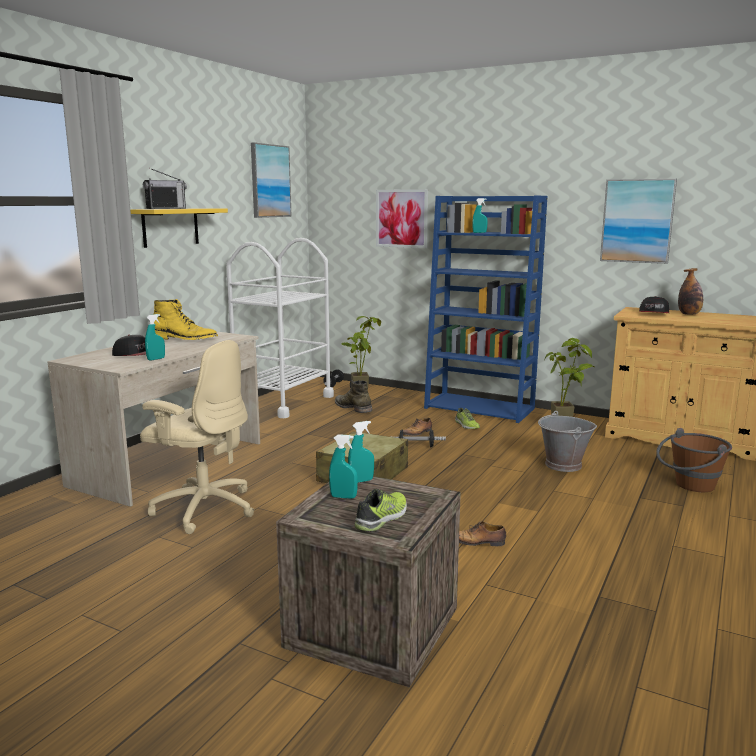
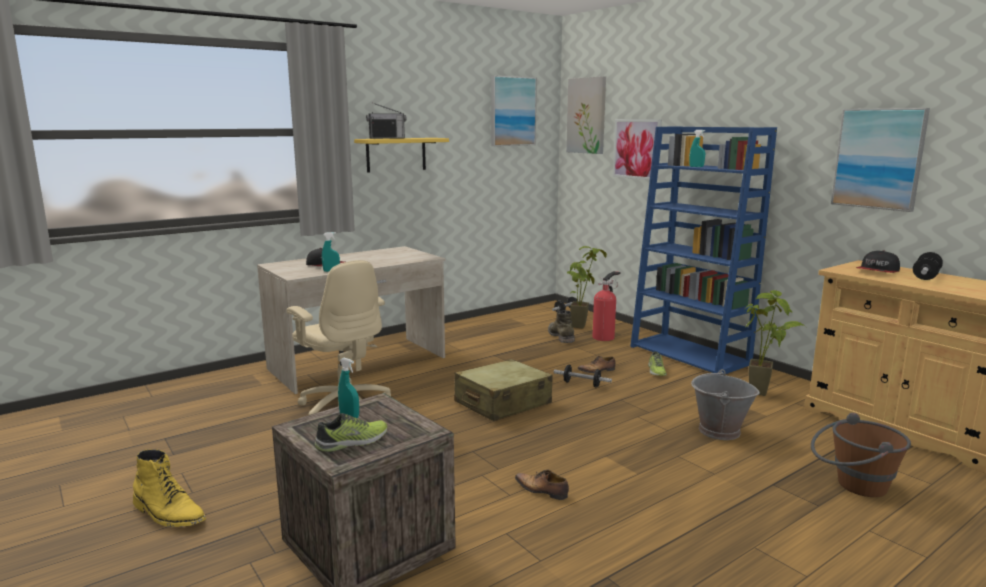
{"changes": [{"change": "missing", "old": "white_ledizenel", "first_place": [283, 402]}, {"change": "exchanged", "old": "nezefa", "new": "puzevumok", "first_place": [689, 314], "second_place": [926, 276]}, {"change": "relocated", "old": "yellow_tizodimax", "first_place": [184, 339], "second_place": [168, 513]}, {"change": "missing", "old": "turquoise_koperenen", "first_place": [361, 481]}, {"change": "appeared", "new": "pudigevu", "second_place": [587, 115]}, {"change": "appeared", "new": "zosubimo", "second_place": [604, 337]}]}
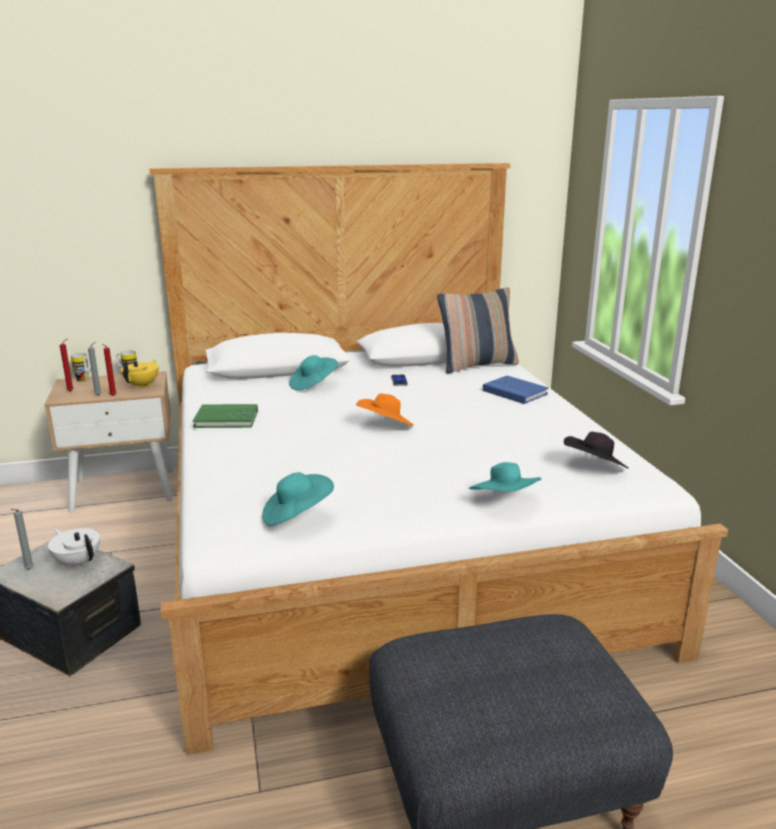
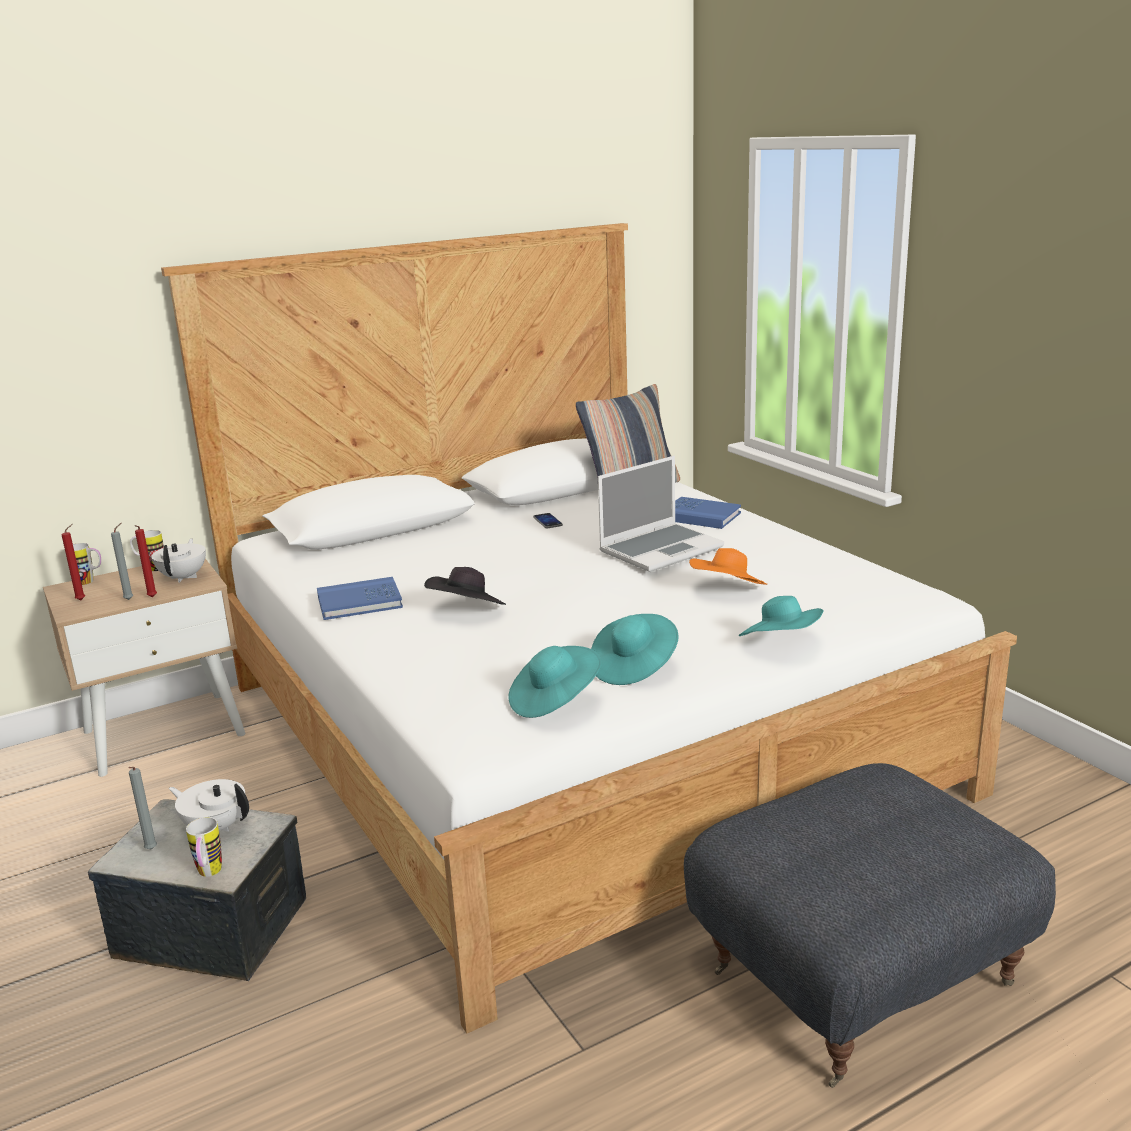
{"changes": [{"change": "relocated", "old": "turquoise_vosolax", "first_place": [313, 385], "second_place": [633, 668]}, {"change": "colour", "old": "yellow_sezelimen", "new": "white_sezelimen", "first_place": [142, 385], "second_place": [184, 577]}, {"change": "relocated", "old": "orange_vosolax", "first_place": [386, 426], "second_place": [728, 591]}, {"change": "colour", "old": "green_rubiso", "new": "blue_rubiso", "first_place": [226, 419], "second_place": [359, 602]}, {"change": "relocated", "old": "black_vosolax", "first_place": [594, 468], "second_place": [467, 611]}, {"change": "appeared", "new": "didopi", "second_place": [661, 549]}, {"change": "appeared", "new": "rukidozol", "second_place": [209, 875]}]}
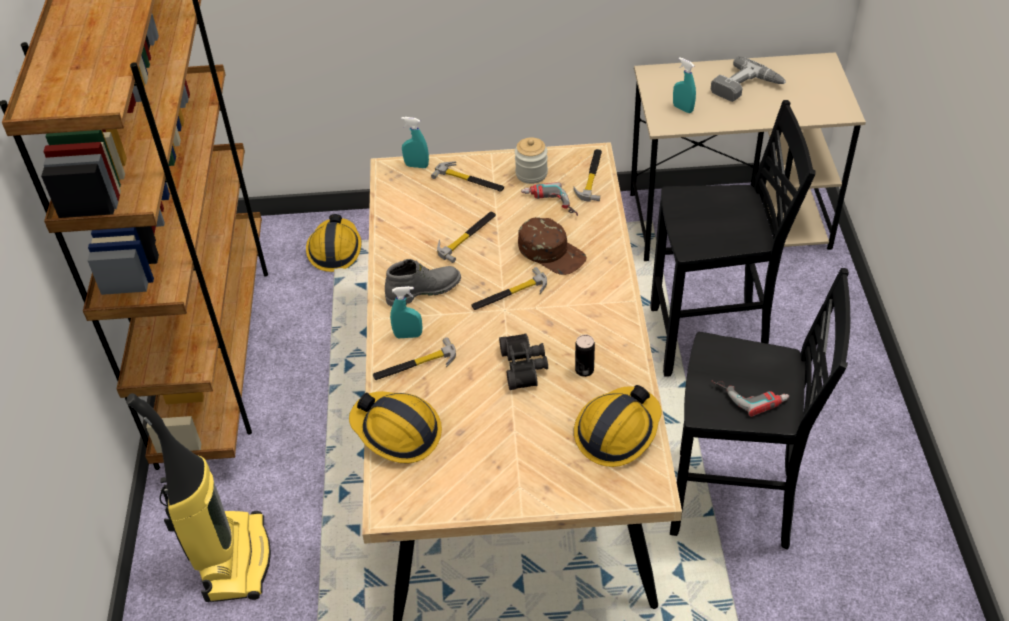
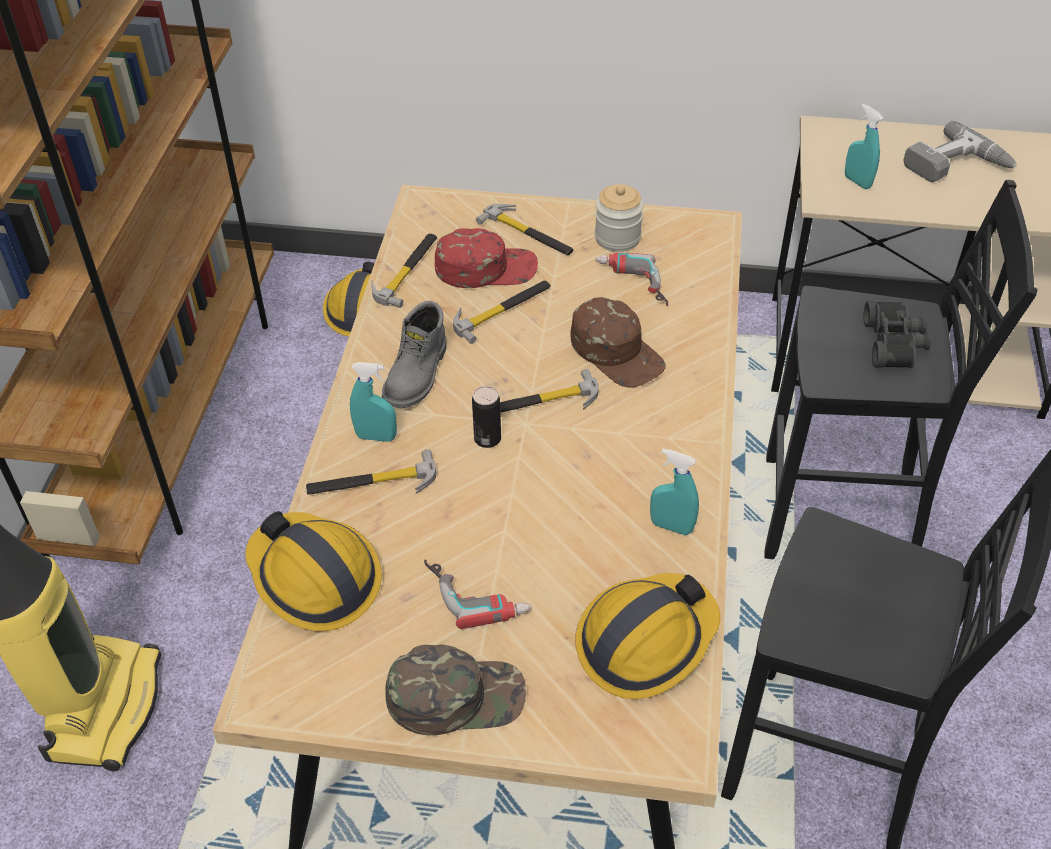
{"changes": [{"change": "relocated", "old": "turquoise_koperenen", "first_place": [416, 166], "second_place": [671, 526]}, {"change": "relocated", "old": "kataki", "first_place": [591, 176], "second_place": [407, 271]}, {"change": "spun", "old": "grey_tizodimax", "first_place": [423, 290], "second_place": [418, 375], "degrees": 120}, {"change": "relocated", "old": "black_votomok", "first_place": [525, 366], "second_place": [895, 343]}, {"change": "relocated", "old": "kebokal", "first_place": [584, 370], "second_place": [487, 439]}, {"change": "relocated", "old": "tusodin", "first_place": [750, 393], "second_place": [477, 591]}, {"change": "appeared", "new": "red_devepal", "second_place": [486, 267]}, {"change": "appeared", "new": "green_devepal", "second_place": [456, 696]}]}
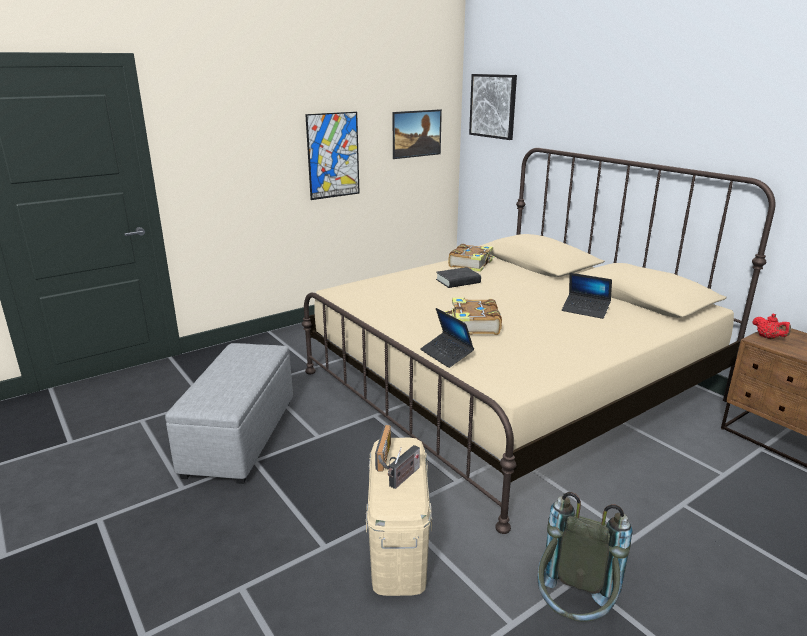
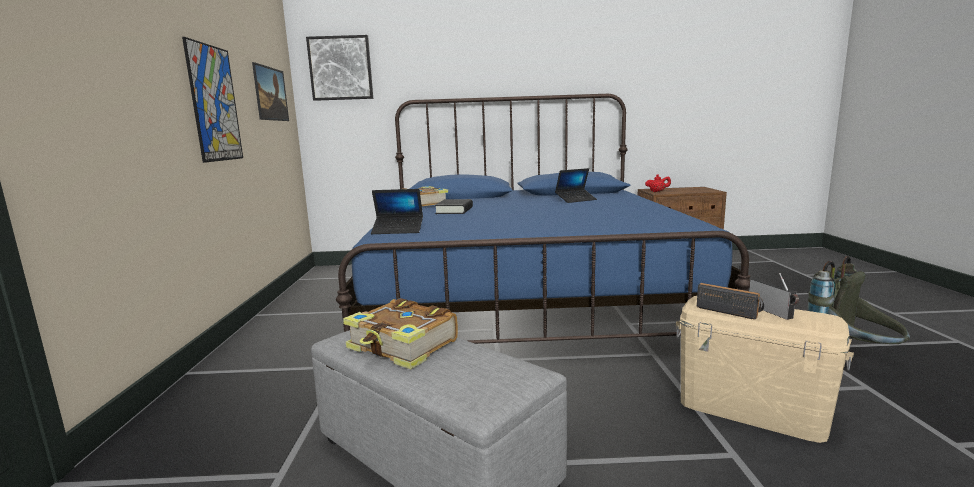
{"changes": [{"change": "colour", "old": "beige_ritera", "new": "blue_ritera", "first_place": [509, 386], "second_place": [524, 296]}, {"change": "relocated", "old": "rubiso", "first_place": [473, 326], "second_place": [403, 346]}, {"change": "relocated", "old": "didopi", "first_place": [446, 354], "second_place": [398, 230]}]}
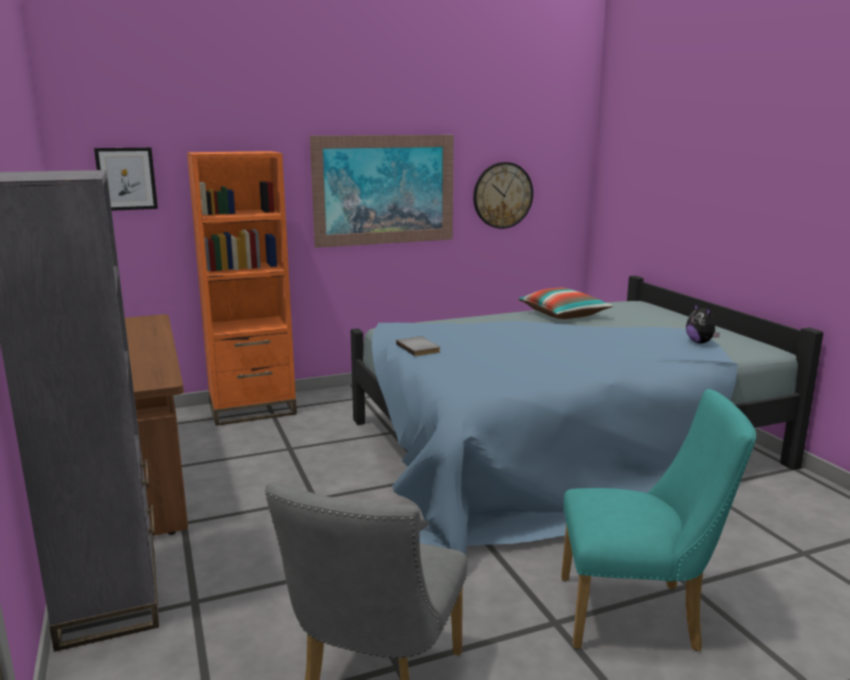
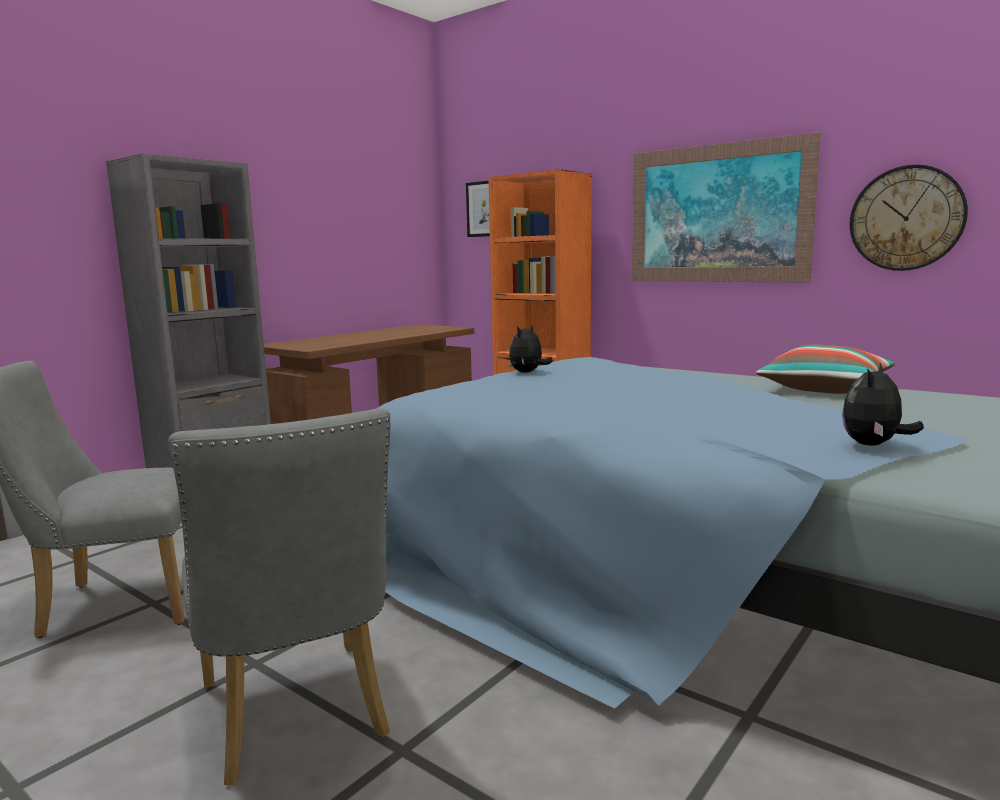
{"changes": [{"change": "exchanged", "old": "grey_rubiso", "new": "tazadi", "first_place": [419, 348], "second_place": [528, 372]}, {"change": "colour", "old": "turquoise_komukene", "new": "grey_komukene", "first_place": [639, 615], "second_place": [297, 719]}]}
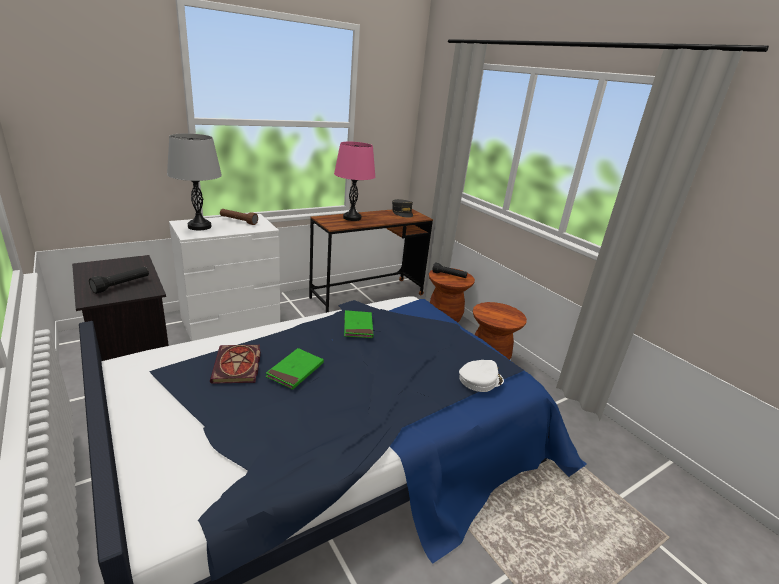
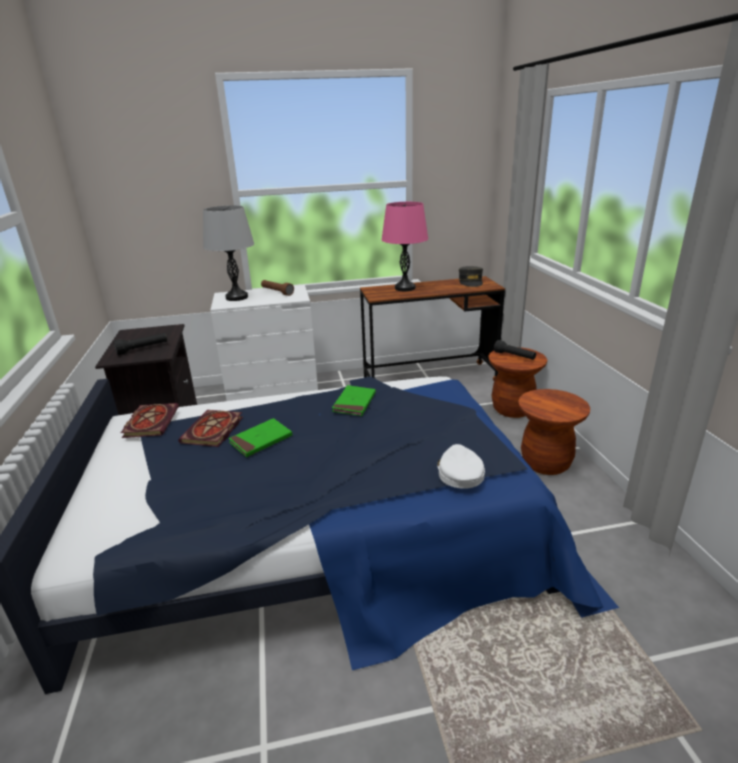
{"changes": [{"change": "spun", "old": "white_devepal", "first_place": [480, 379], "second_place": [459, 472], "degrees": -90}, {"change": "appeared", "new": "rubiso", "second_place": [151, 422]}]}
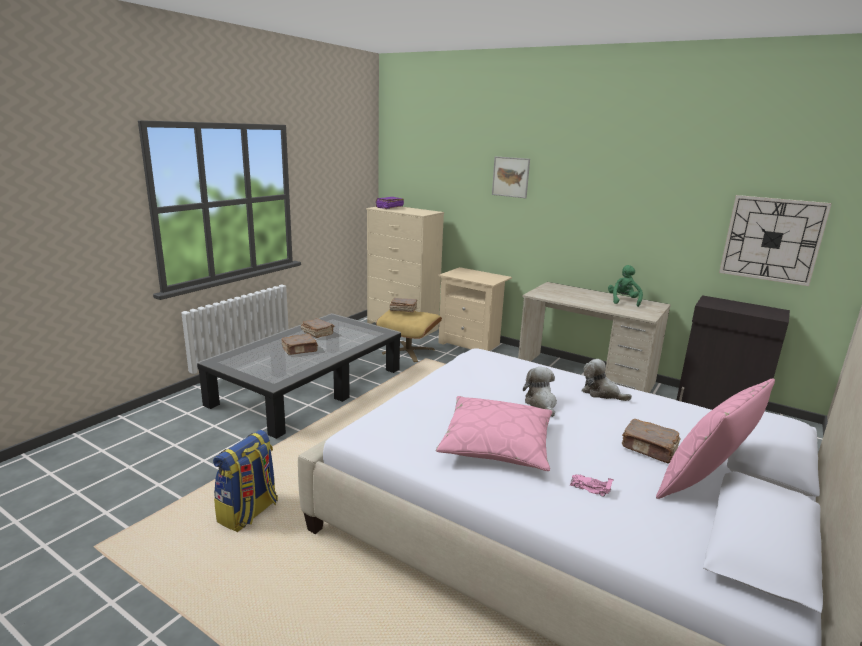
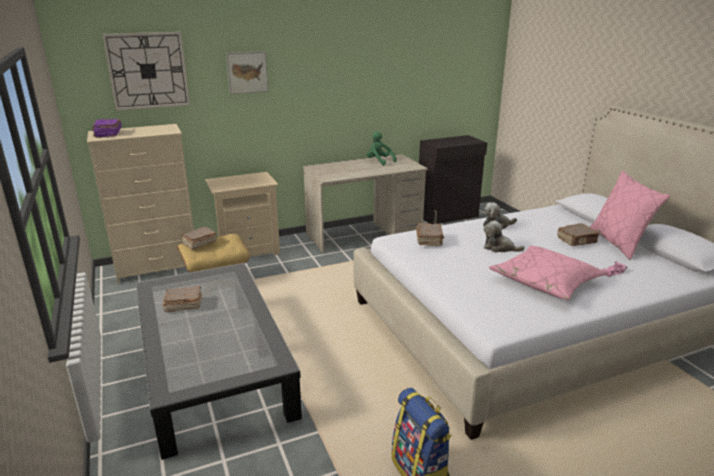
{"changes": [{"change": "relocated", "old": "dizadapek", "first_place": [772, 239], "second_place": [148, 71]}, {"change": "relocated", "old": "brown_rubiso", "first_place": [300, 350], "second_place": [429, 240]}]}
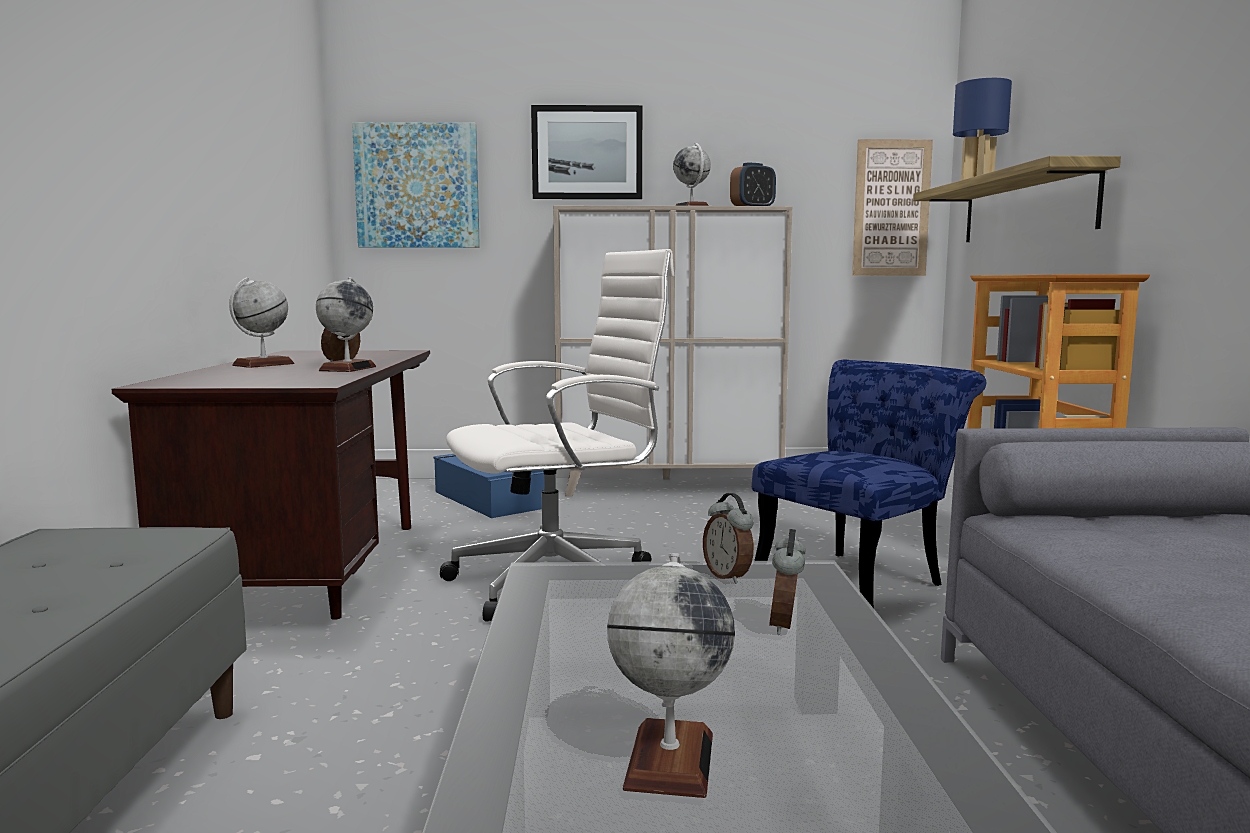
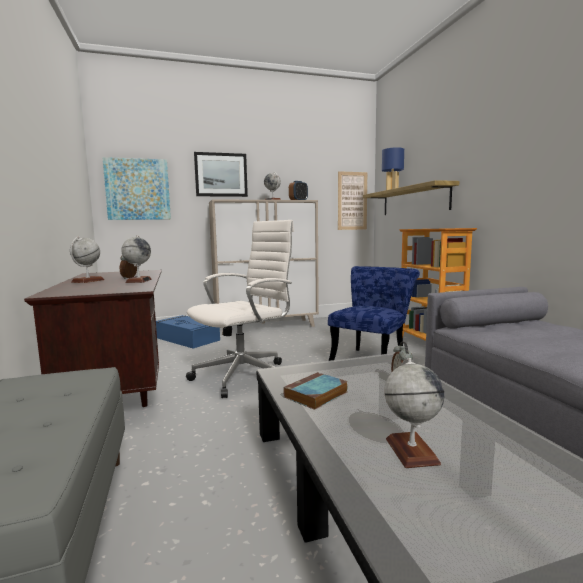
{"changes": [{"change": "missing", "old": "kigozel", "first_place": [728, 576]}, {"change": "appeared", "new": "rubiso", "second_place": [315, 395]}]}
